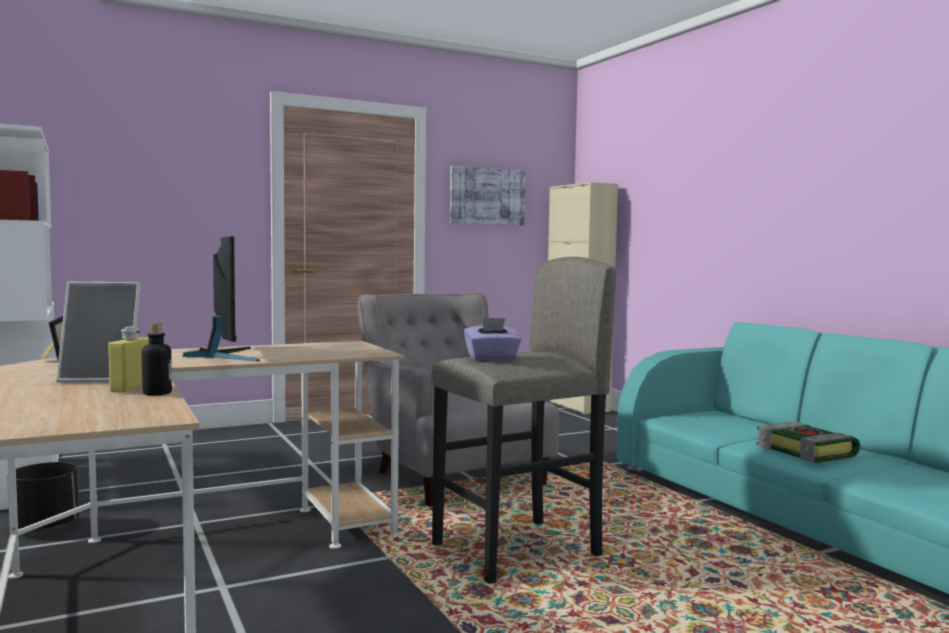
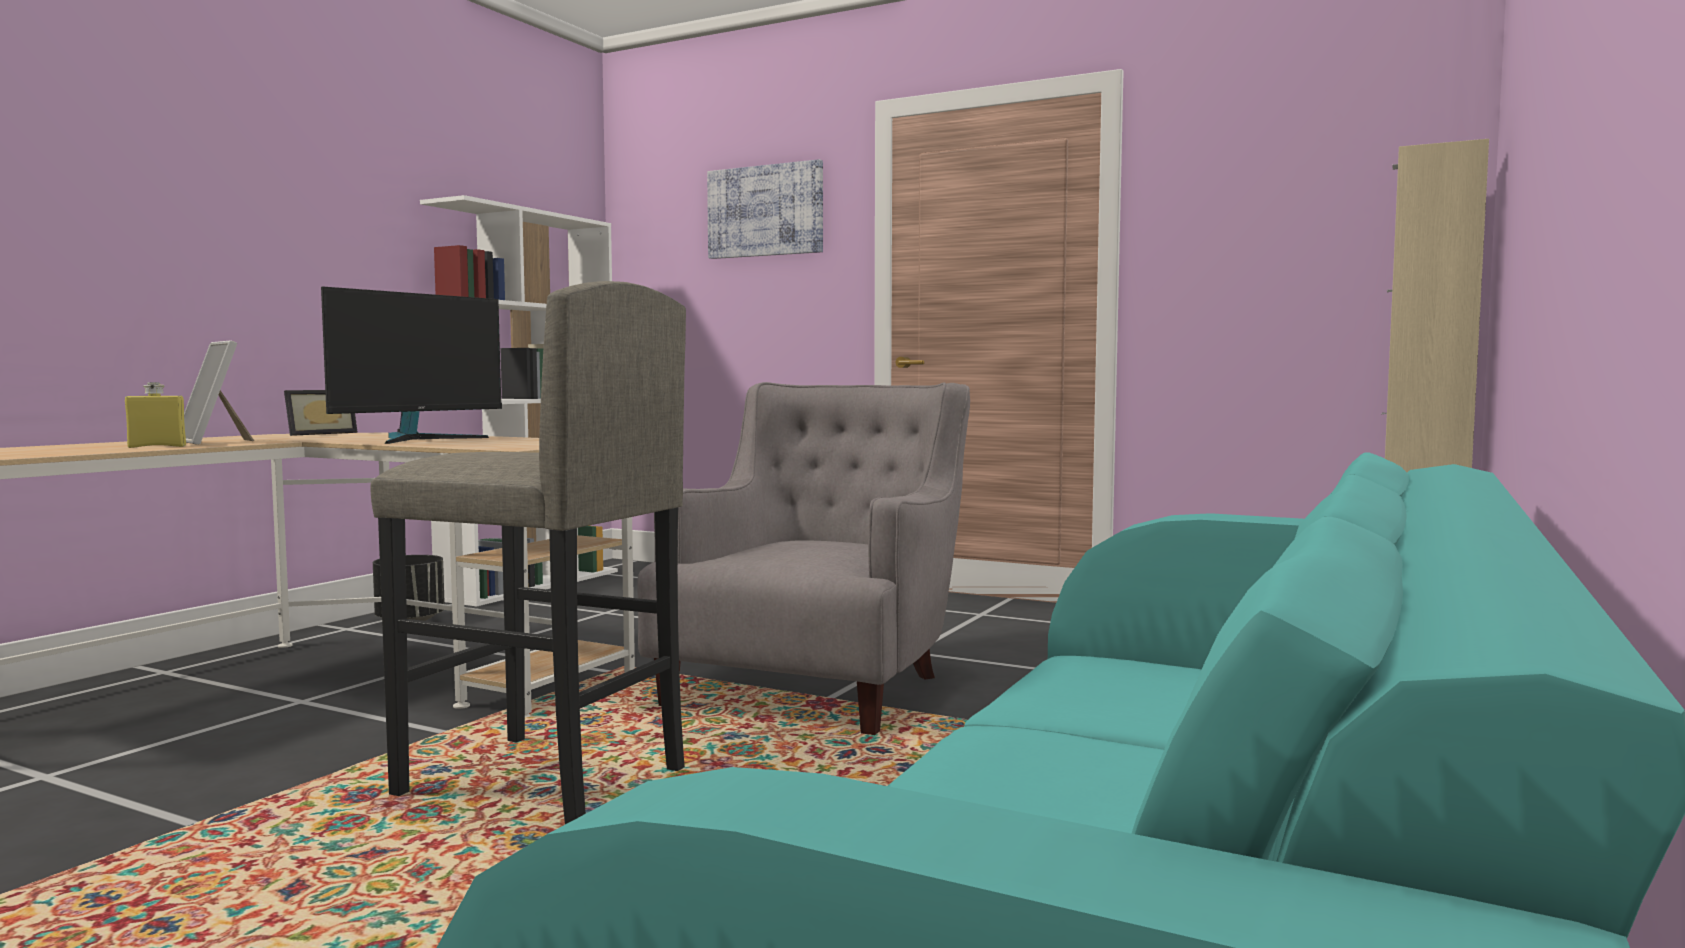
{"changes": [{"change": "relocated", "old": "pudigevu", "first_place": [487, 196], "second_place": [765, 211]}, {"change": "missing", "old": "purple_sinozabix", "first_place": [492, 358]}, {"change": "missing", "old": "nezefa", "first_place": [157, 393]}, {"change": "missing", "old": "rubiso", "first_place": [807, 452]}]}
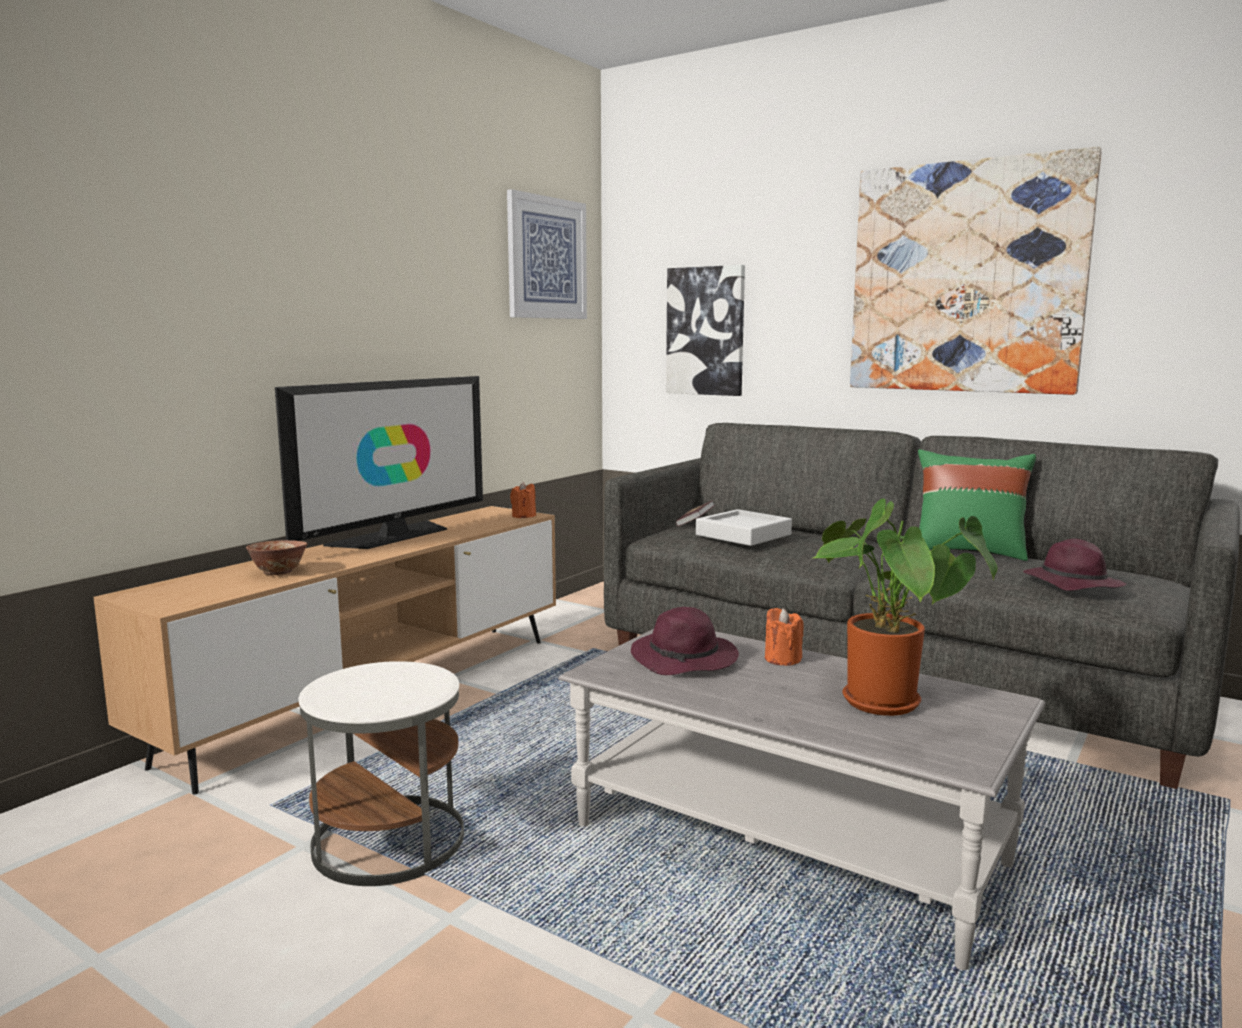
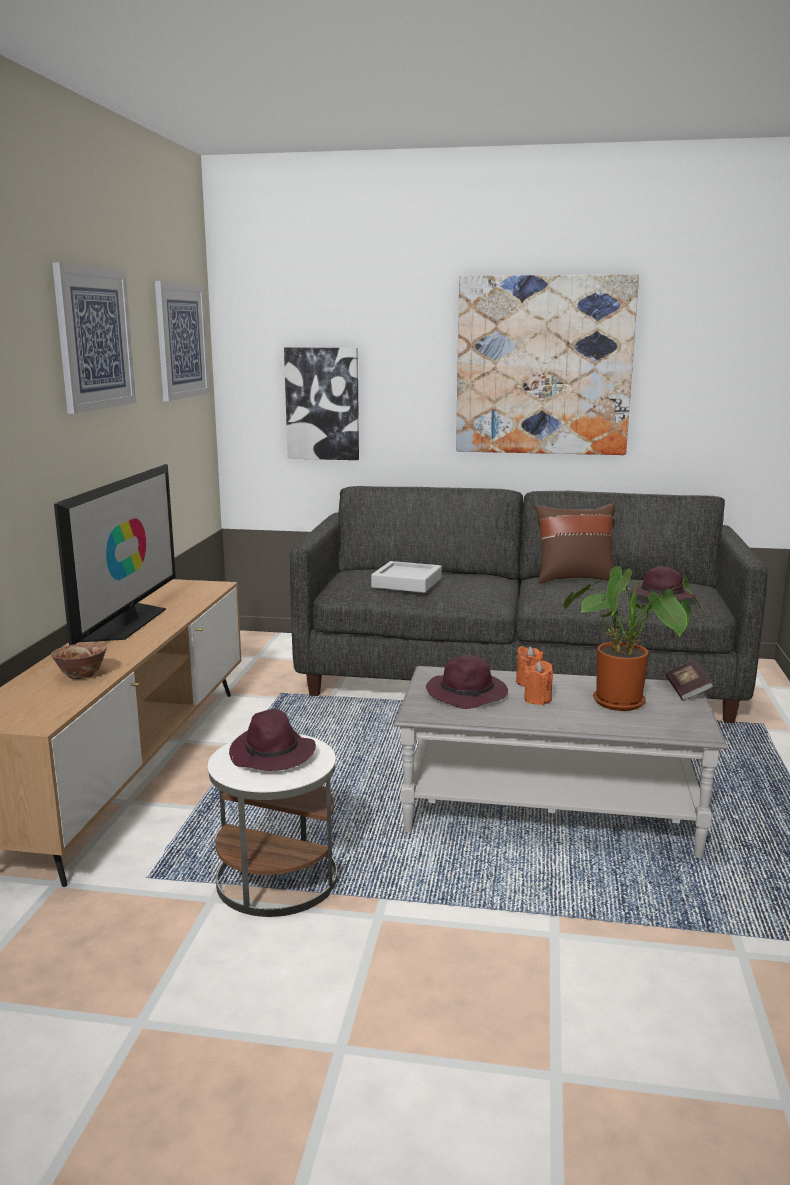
{"changes": [{"change": "colour", "old": "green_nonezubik", "new": "brown_nonezubik", "first_place": [968, 552], "second_place": [573, 578]}, {"change": "relocated", "old": "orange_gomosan", "first_place": [523, 516], "second_place": [537, 699]}, {"change": "relocated", "old": "rubiso", "first_place": [695, 523], "second_place": [687, 691]}, {"change": "appeared", "new": "pudigevu", "second_place": [94, 339]}, {"change": "appeared", "new": "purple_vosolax", "second_place": [273, 755]}]}
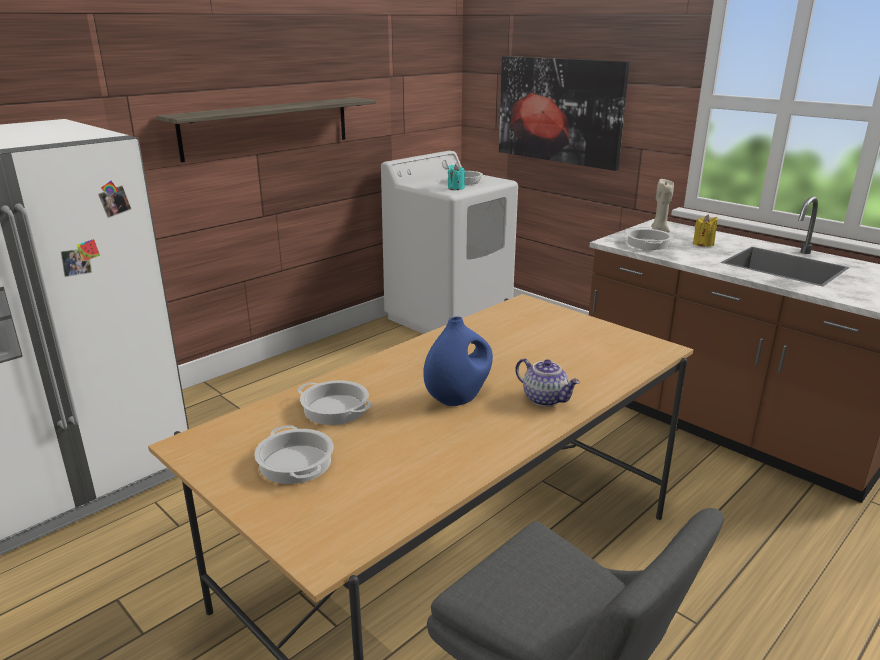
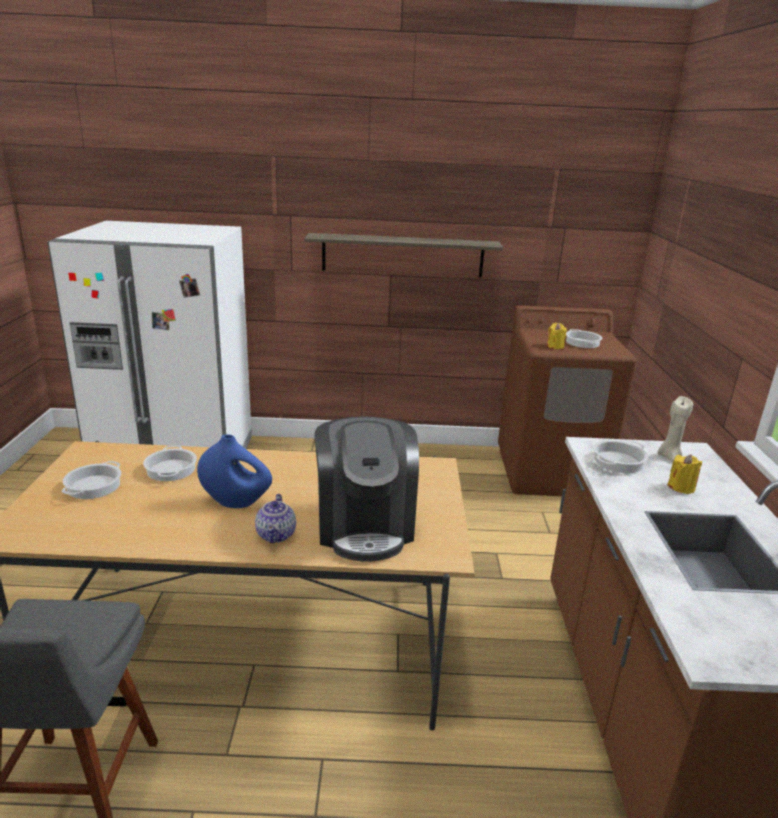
{"changes": [{"change": "missing", "old": "pudigevu", "first_place": [559, 110]}, {"change": "colour", "old": "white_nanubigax", "new": "brown_nanubigax", "first_place": [449, 318], "second_place": [550, 472]}, {"change": "colour", "old": "turquoise_gomosan", "new": "yellow_gomosan", "first_place": [456, 188], "second_place": [555, 346]}, {"change": "appeared", "new": "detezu", "second_place": [365, 526]}]}
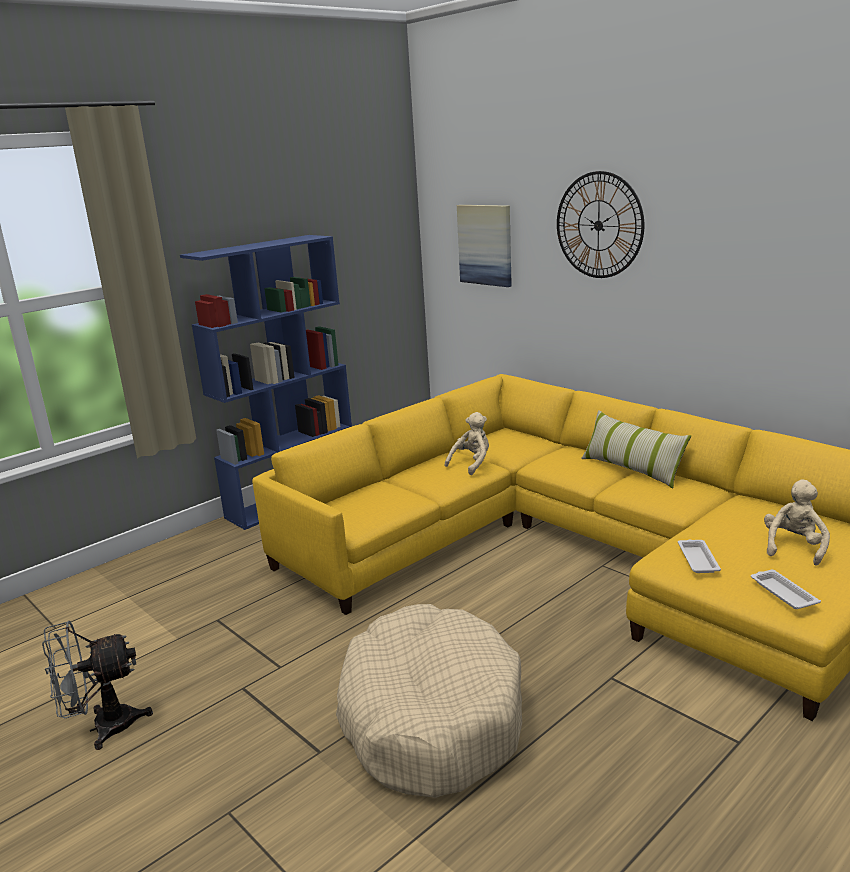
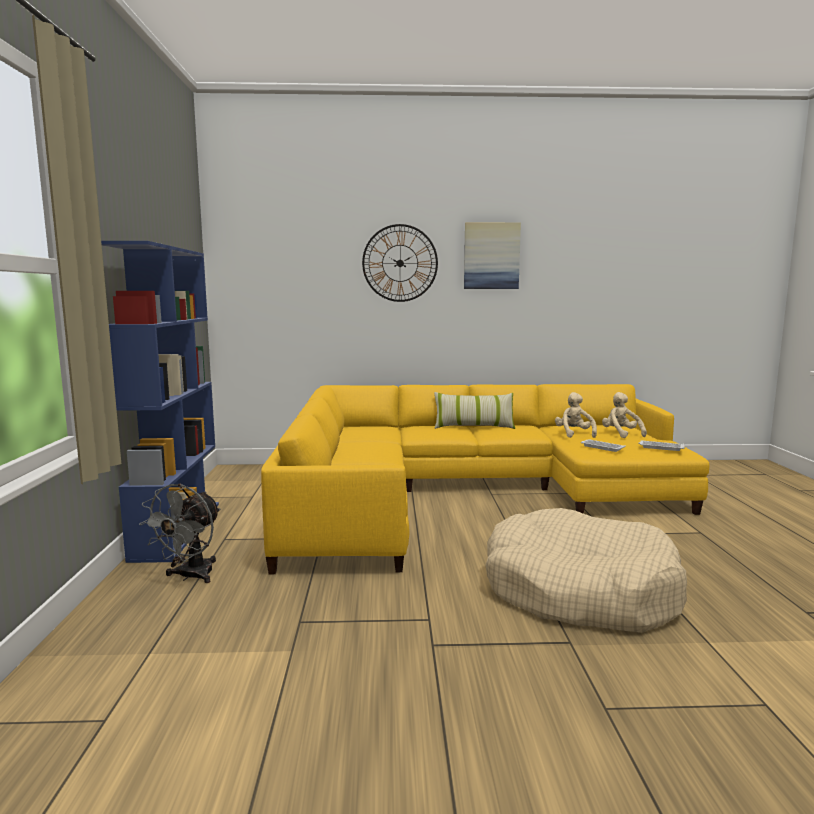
{"changes": [{"change": "relocated", "old": "pudigevu", "first_place": [485, 245], "second_place": [491, 256]}, {"change": "relocated", "old": "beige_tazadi", "first_place": [472, 464], "second_place": [574, 434]}, {"change": "relocated", "old": "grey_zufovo", "first_place": [103, 728], "second_place": [190, 576]}]}
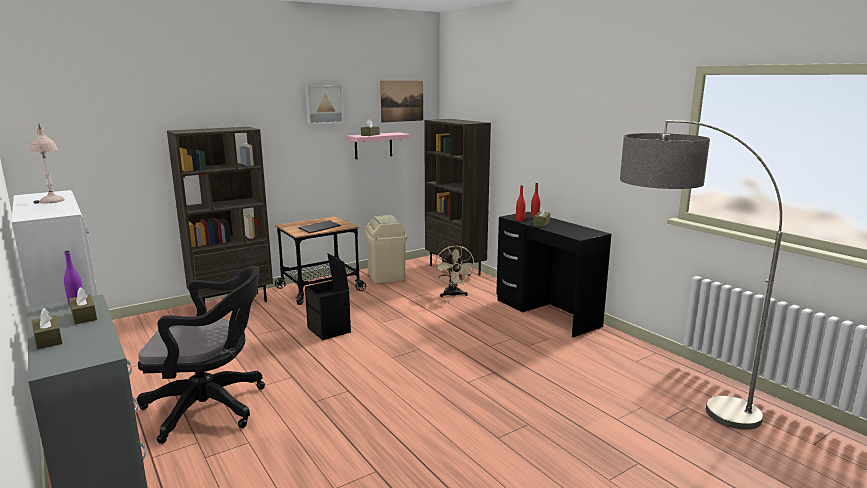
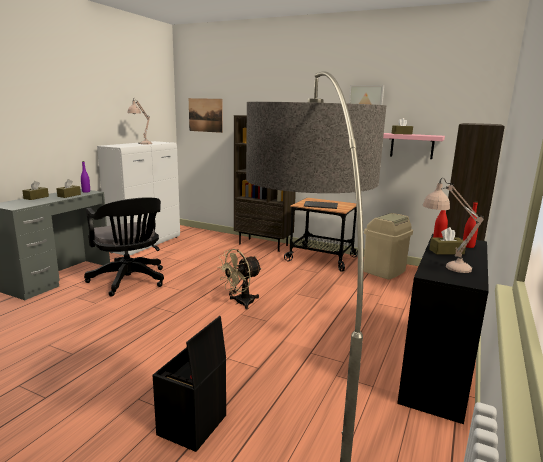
{"changes": [{"change": "relocated", "old": "pudigevu", "first_place": [402, 101], "second_place": [205, 115]}, {"change": "relocated", "old": "beige_zufovo", "first_place": [453, 295], "second_place": [240, 303]}, {"change": "relocated", "old": "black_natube", "first_place": [330, 330], "second_place": [192, 426]}, {"change": "appeared", "new": "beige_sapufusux", "second_place": [444, 266]}]}
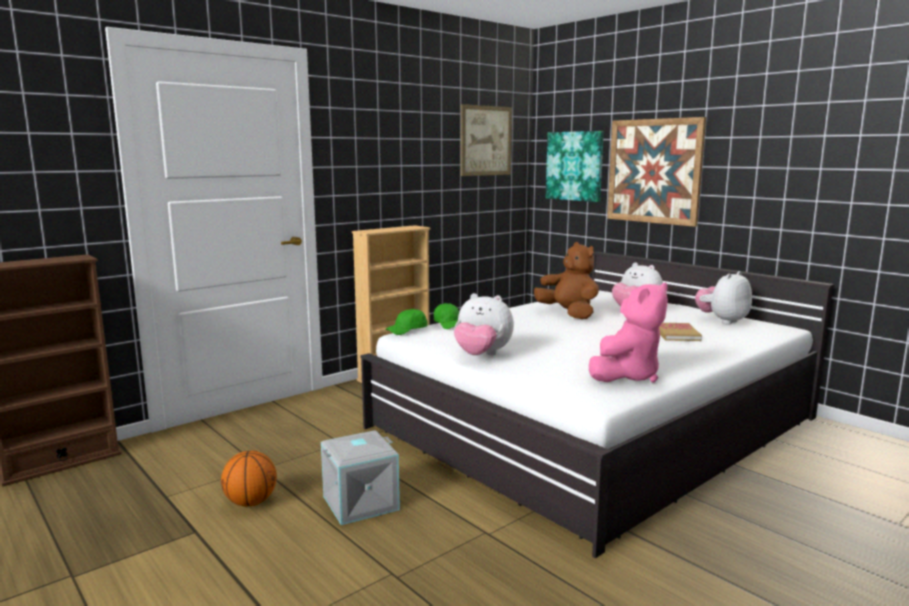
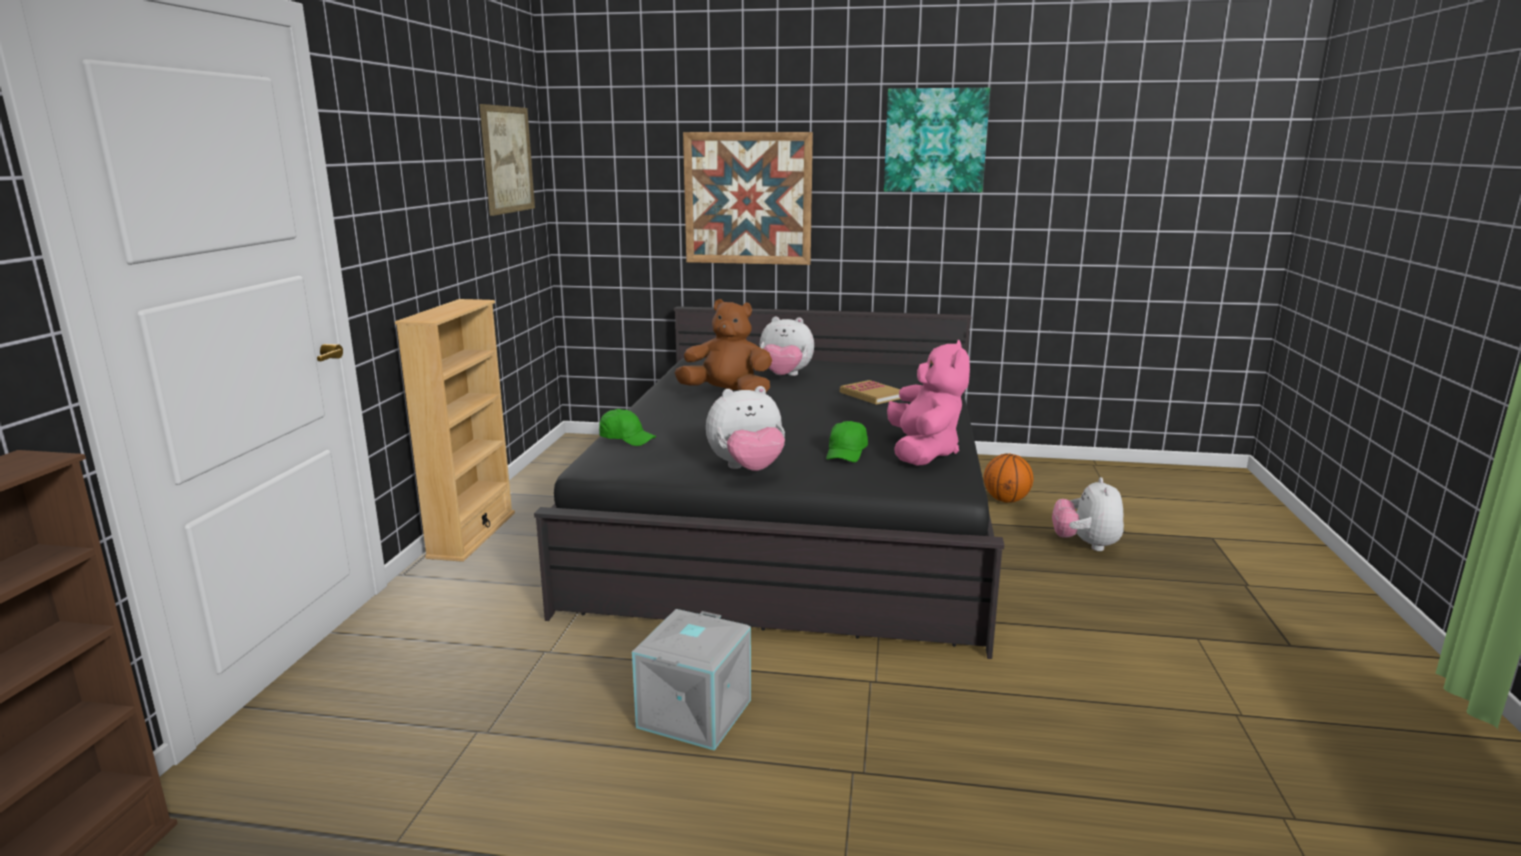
{"changes": [{"change": "relocated", "old": "pudigevu", "first_place": [575, 166], "second_place": [935, 140]}, {"change": "colour", "old": "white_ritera", "new": "black_ritera", "first_place": [595, 423], "second_place": [796, 520]}, {"change": "relocated", "old": "tazadi", "first_place": [722, 321], "second_place": [1085, 545]}, {"change": "relocated", "old": "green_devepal", "first_place": [408, 330], "second_place": [846, 453]}, {"change": "relocated", "old": "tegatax", "first_place": [251, 502], "second_place": [1006, 500]}]}
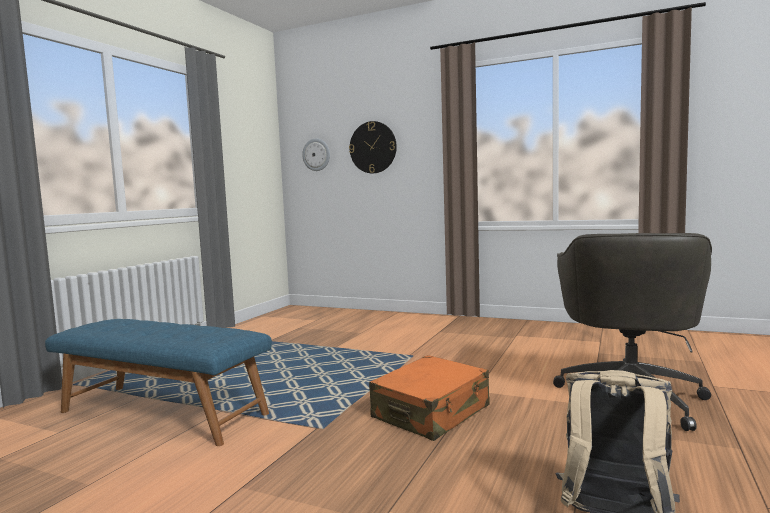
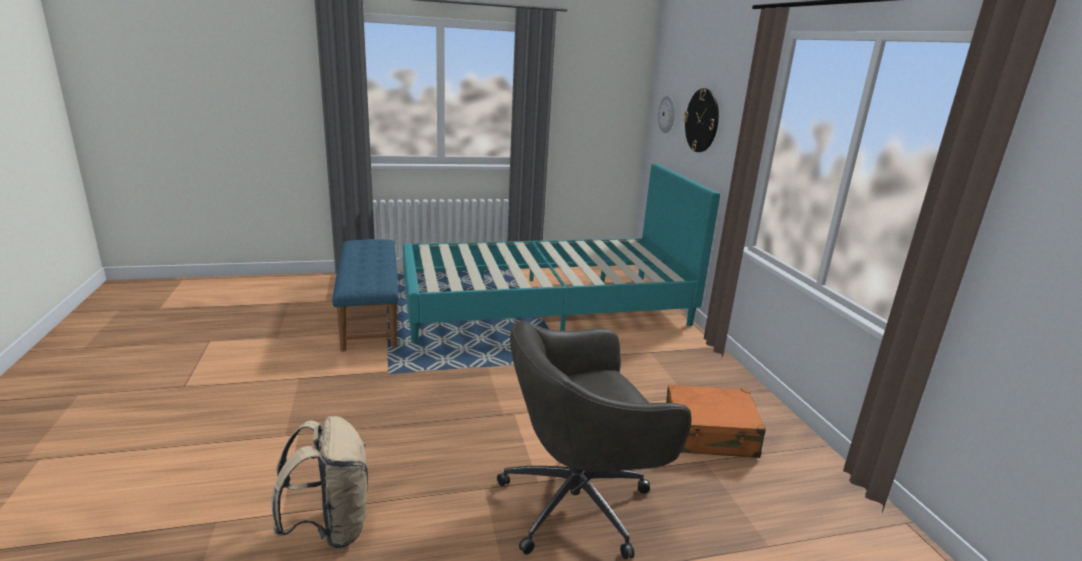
{"changes": [{"change": "relocated", "old": "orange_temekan", "first_place": [431, 413], "second_place": [709, 434]}, {"change": "appeared", "new": "turquoise_ritera", "second_place": [545, 306]}]}
